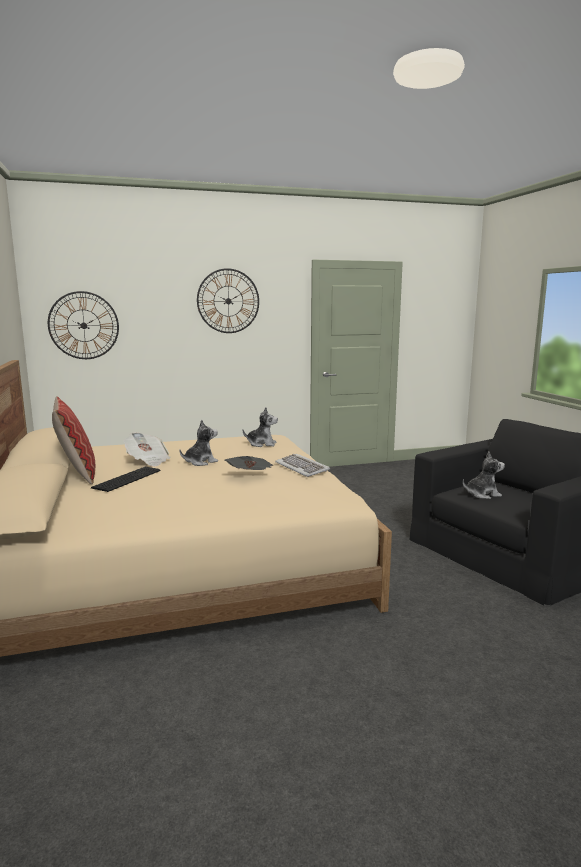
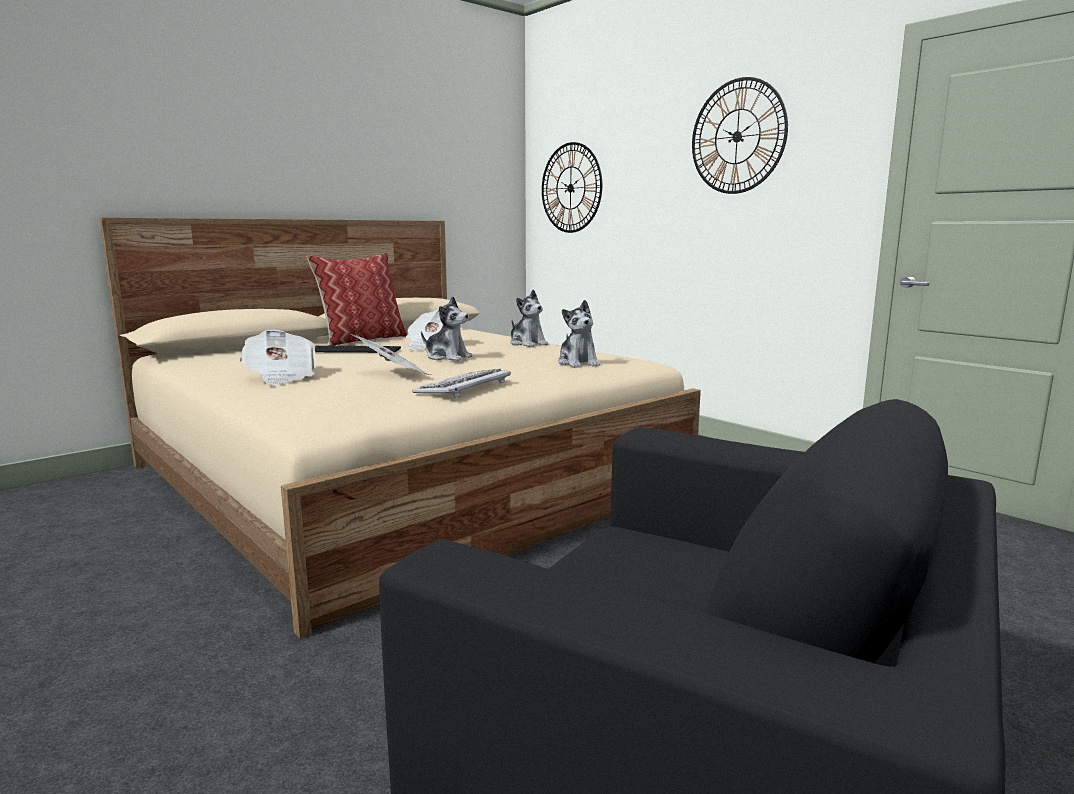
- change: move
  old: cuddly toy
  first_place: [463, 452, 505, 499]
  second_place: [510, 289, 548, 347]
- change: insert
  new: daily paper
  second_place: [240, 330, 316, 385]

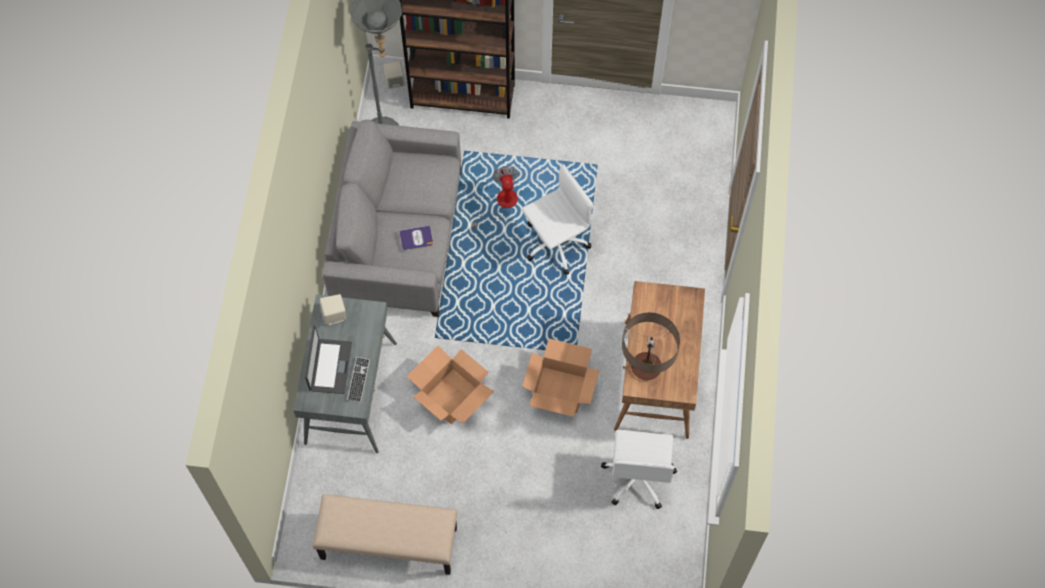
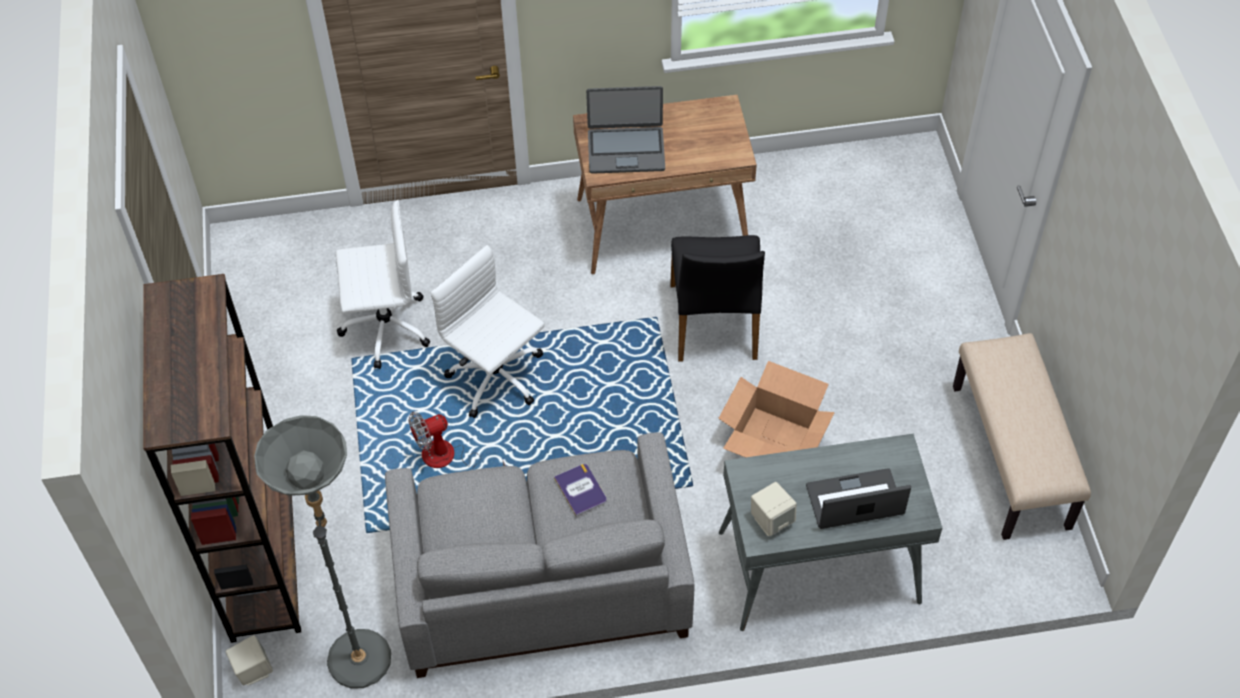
- change: delete
  old: table lamp
  first_place: [622, 312, 680, 380]
- change: replace
  old: cardboard box
  new: black-coloured plain chair
  first_place: [522, 339, 600, 417]
  second_place: [670, 235, 765, 362]
- change: delete
  old: PC keyboard
  first_place: [347, 357, 370, 403]
- change: move
  old: white computer chair
  first_place: [601, 430, 677, 509]
  second_place: [336, 200, 430, 369]
- change: insert
  new: portable computer
  second_place: [586, 86, 665, 174]

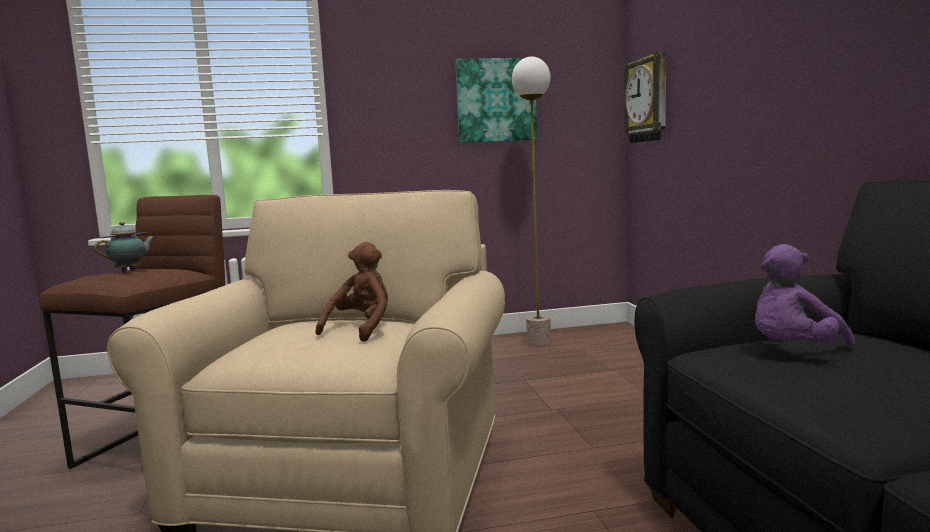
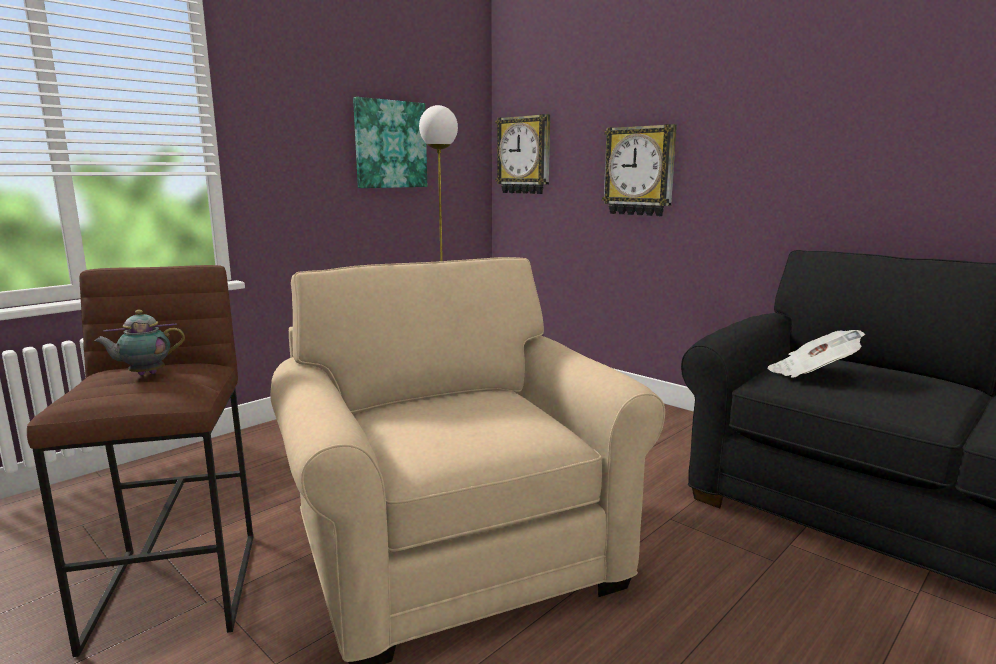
- change: rotate
  old: teapot
  first_place: [94, 222, 155, 272]
  second_place: [94, 310, 185, 375]
  degrees: -120
- change: delete
  old: brownish cuddly toy
  first_place: [316, 242, 388, 342]
- change: replace
  old: purplish cuddly toy
  new: daily paper
  first_place: [755, 244, 855, 347]
  second_place: [767, 330, 865, 378]
- change: insert
  new: wall clock
  second_place: [602, 124, 677, 216]

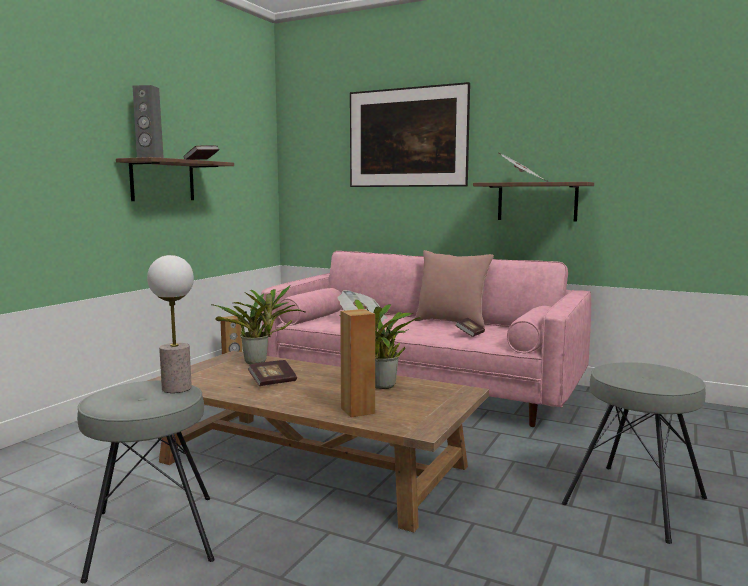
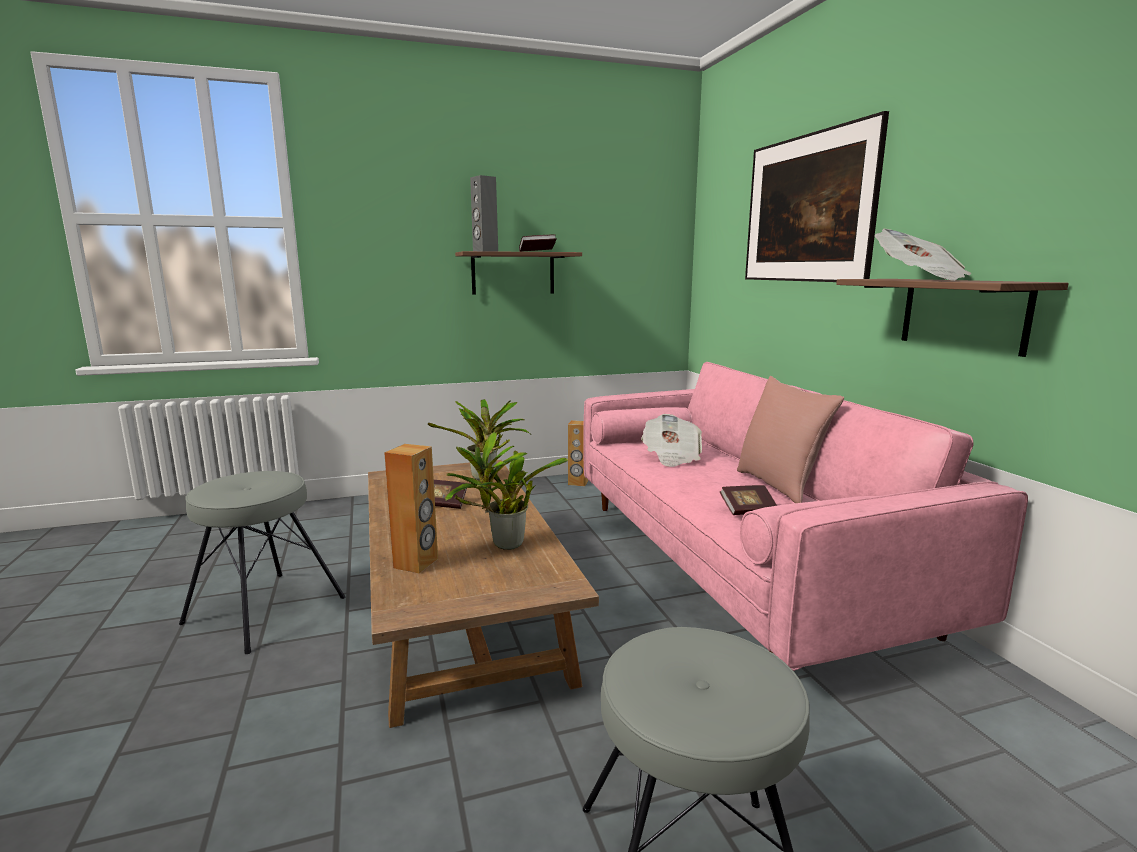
- change: delete
  old: table lamp
  first_place: [147, 255, 194, 393]

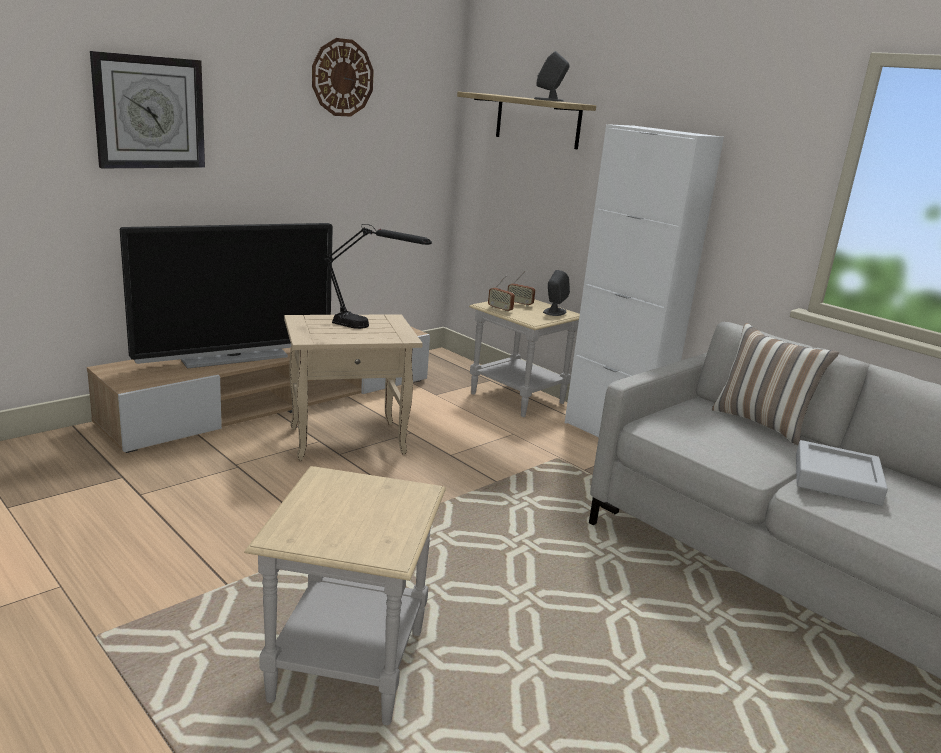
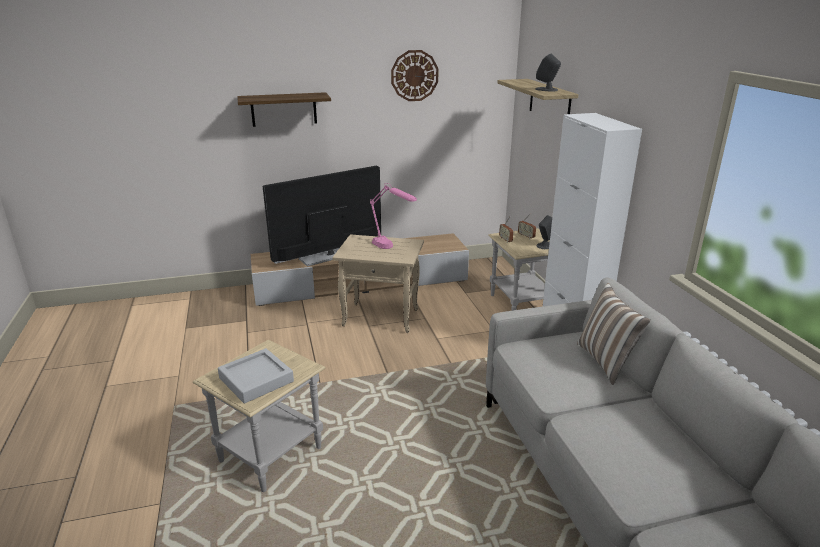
- change: replace
  old: wall clock
  new: shelf
  first_place: [90, 51, 205, 168]
  second_place: [238, 92, 331, 127]
- change: rotate
  old: television
  first_place: [120, 223, 333, 369]
  second_place: [263, 166, 381, 267]
  degrees: 150
- change: recolor
  old: black-coloured table lamp
  new: pink table lamp
  first_place: [324, 224, 432, 329]
  second_place: [370, 183, 417, 249]
- change: move
  old: gray tray
  first_place: [796, 440, 888, 506]
  second_place: [218, 348, 294, 404]

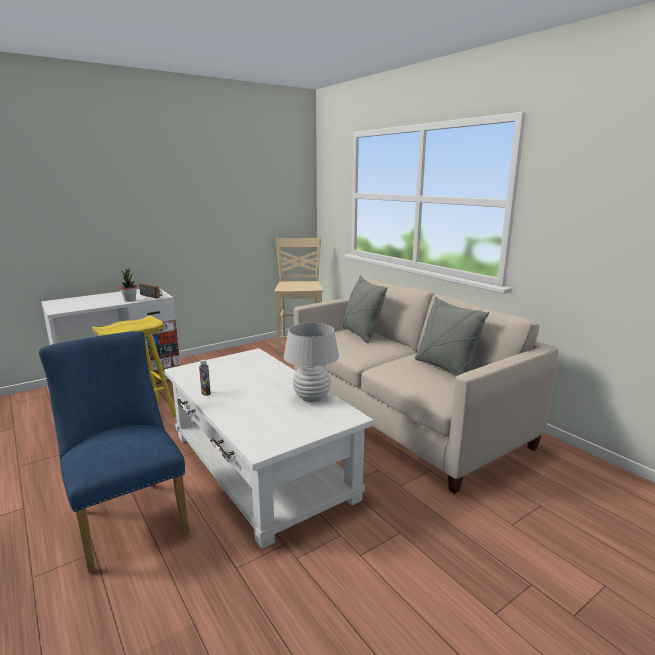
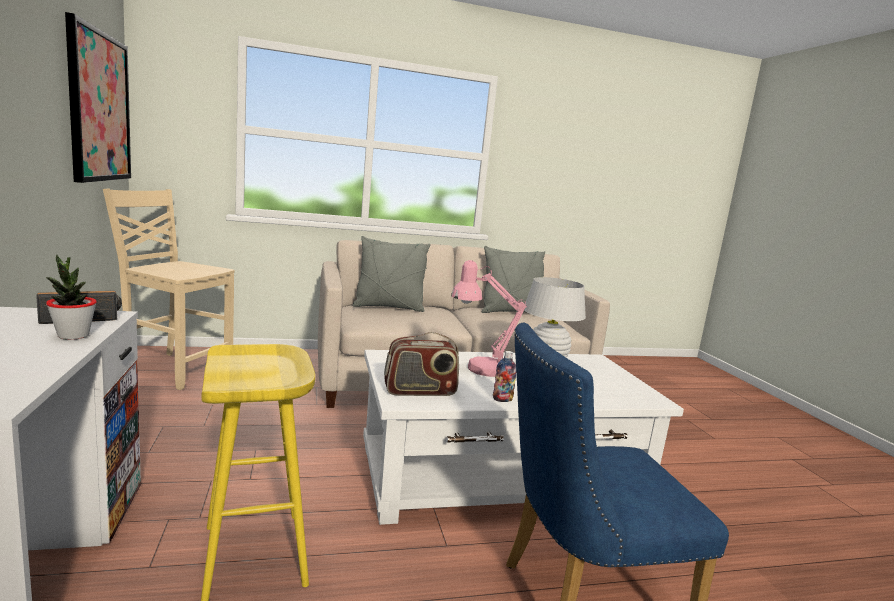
- change: insert
  new: wall art
  second_place: [65, 12, 131, 183]
- change: insert
  new: pink table lamp
  second_place: [451, 260, 527, 377]
- change: insert
  new: radio set
  second_place: [384, 332, 459, 396]

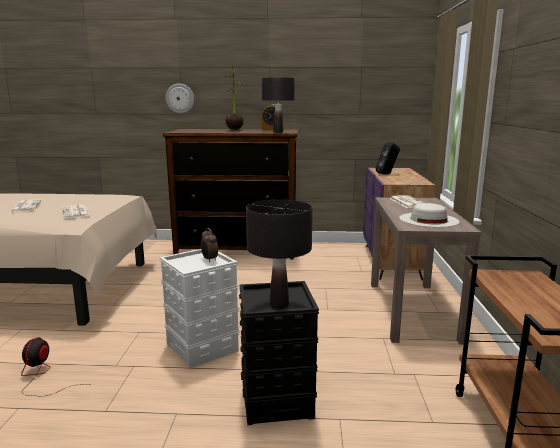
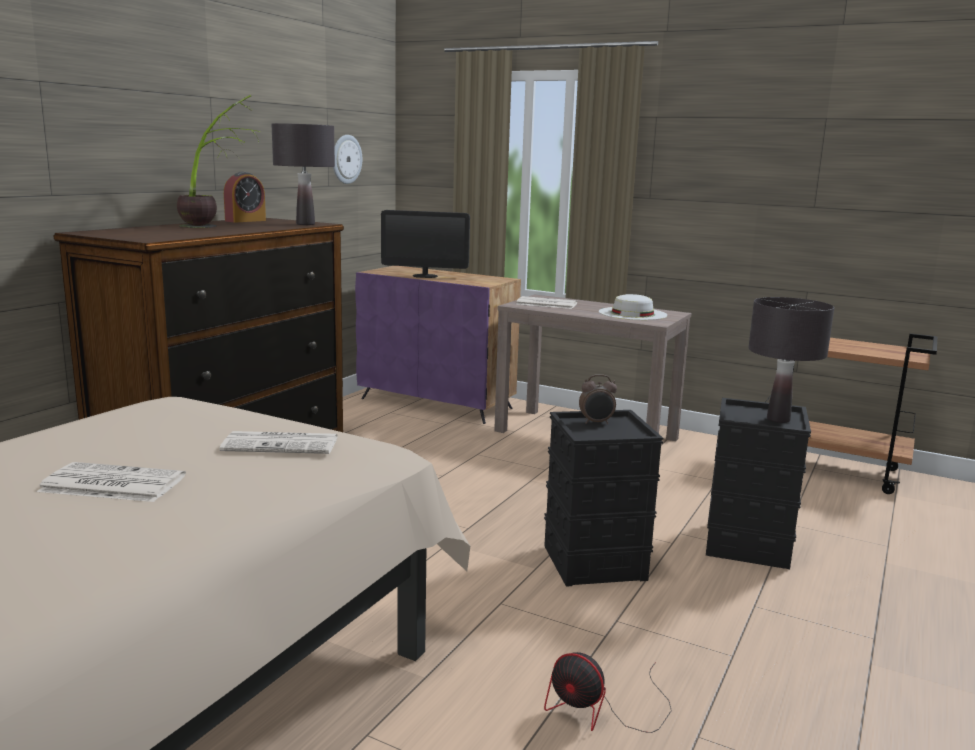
- change: move
  old: wall clock
  first_place: [166, 83, 194, 114]
  second_place: [333, 135, 362, 184]
- change: replace
  old: black-coloured speaker
  new: monitor
  first_place: [376, 142, 400, 175]
  second_place: [381, 210, 470, 278]
- change: recolor
  old: white storage container
  new: black-coloured storage container
  first_place: [160, 249, 239, 368]
  second_place: [544, 410, 663, 587]

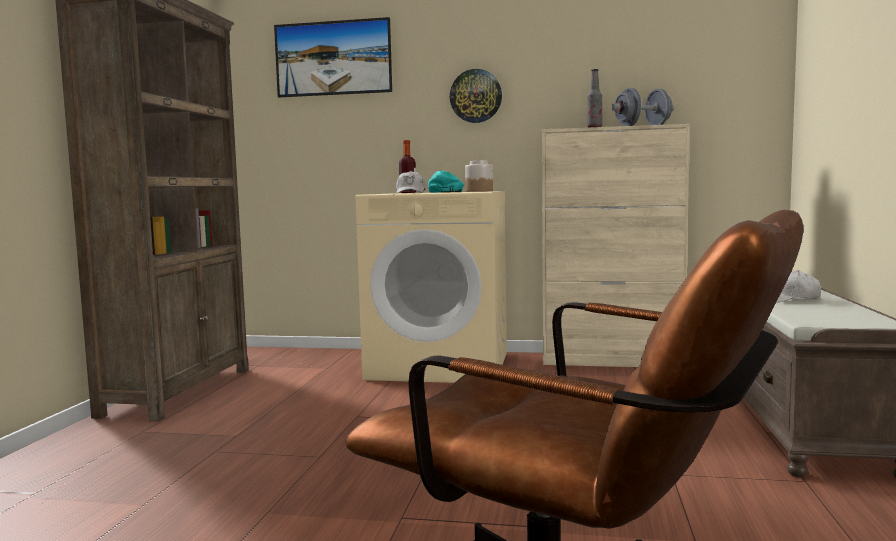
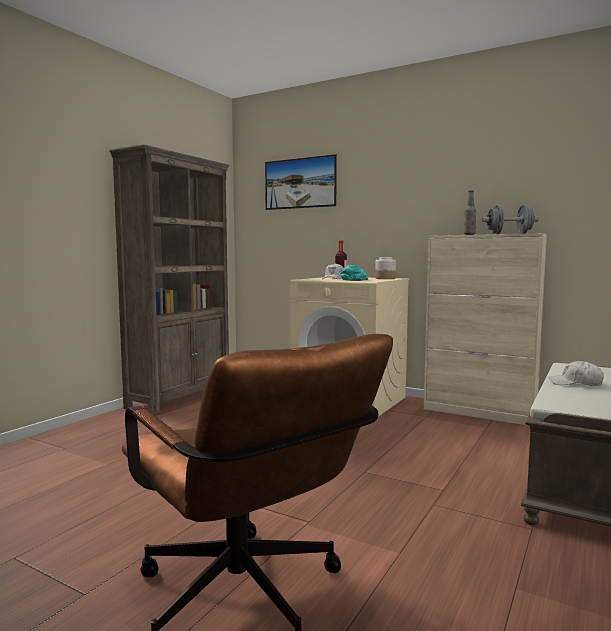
- change: delete
  old: wall clock
  first_place: [450, 69, 502, 123]

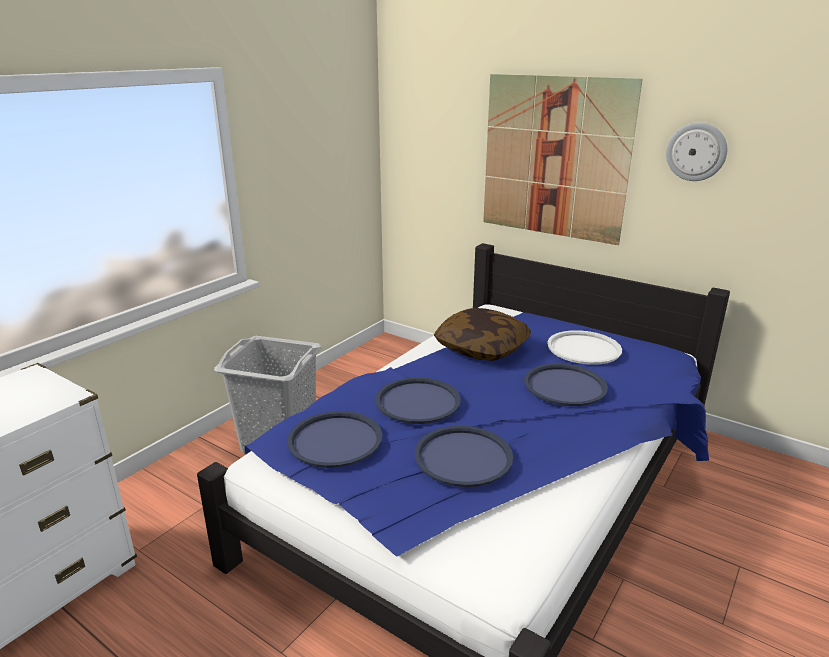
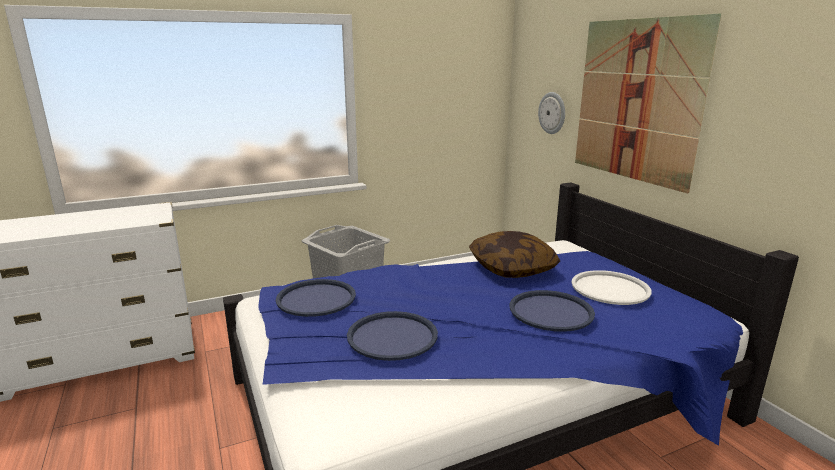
- change: move
  old: wall clock
  first_place: [666, 122, 727, 181]
  second_place: [538, 92, 565, 134]
- change: delete
  old: blue-coloured tray
  first_place: [376, 377, 461, 424]

